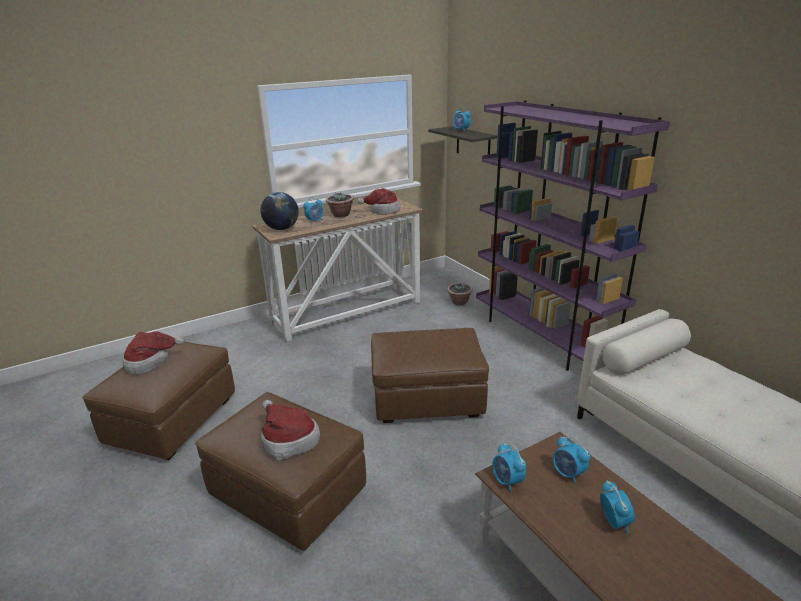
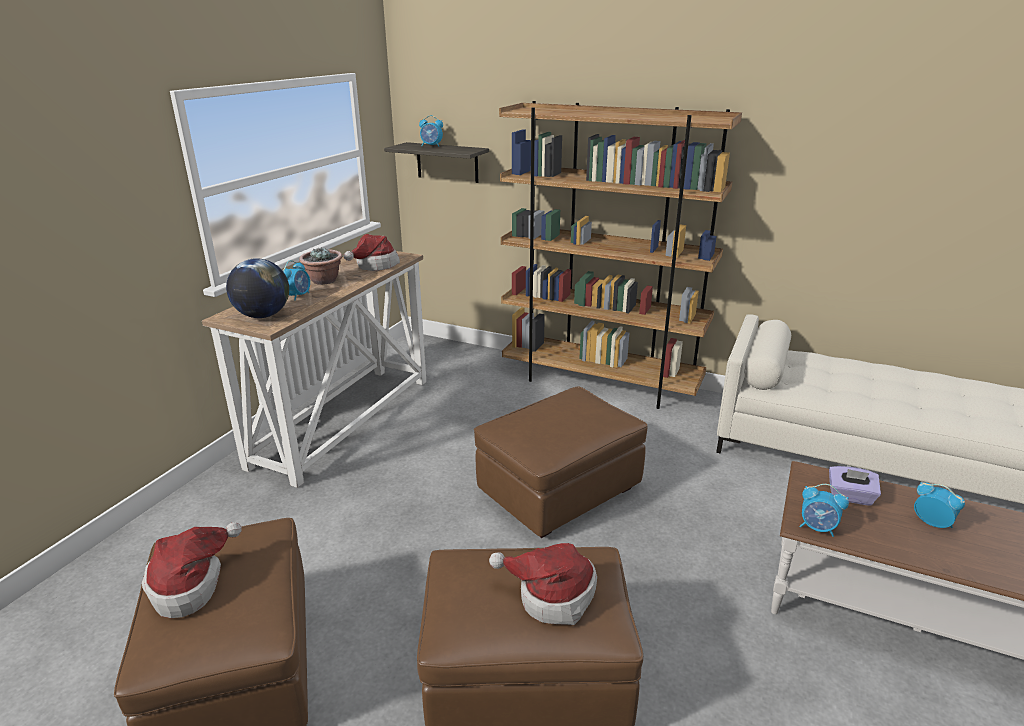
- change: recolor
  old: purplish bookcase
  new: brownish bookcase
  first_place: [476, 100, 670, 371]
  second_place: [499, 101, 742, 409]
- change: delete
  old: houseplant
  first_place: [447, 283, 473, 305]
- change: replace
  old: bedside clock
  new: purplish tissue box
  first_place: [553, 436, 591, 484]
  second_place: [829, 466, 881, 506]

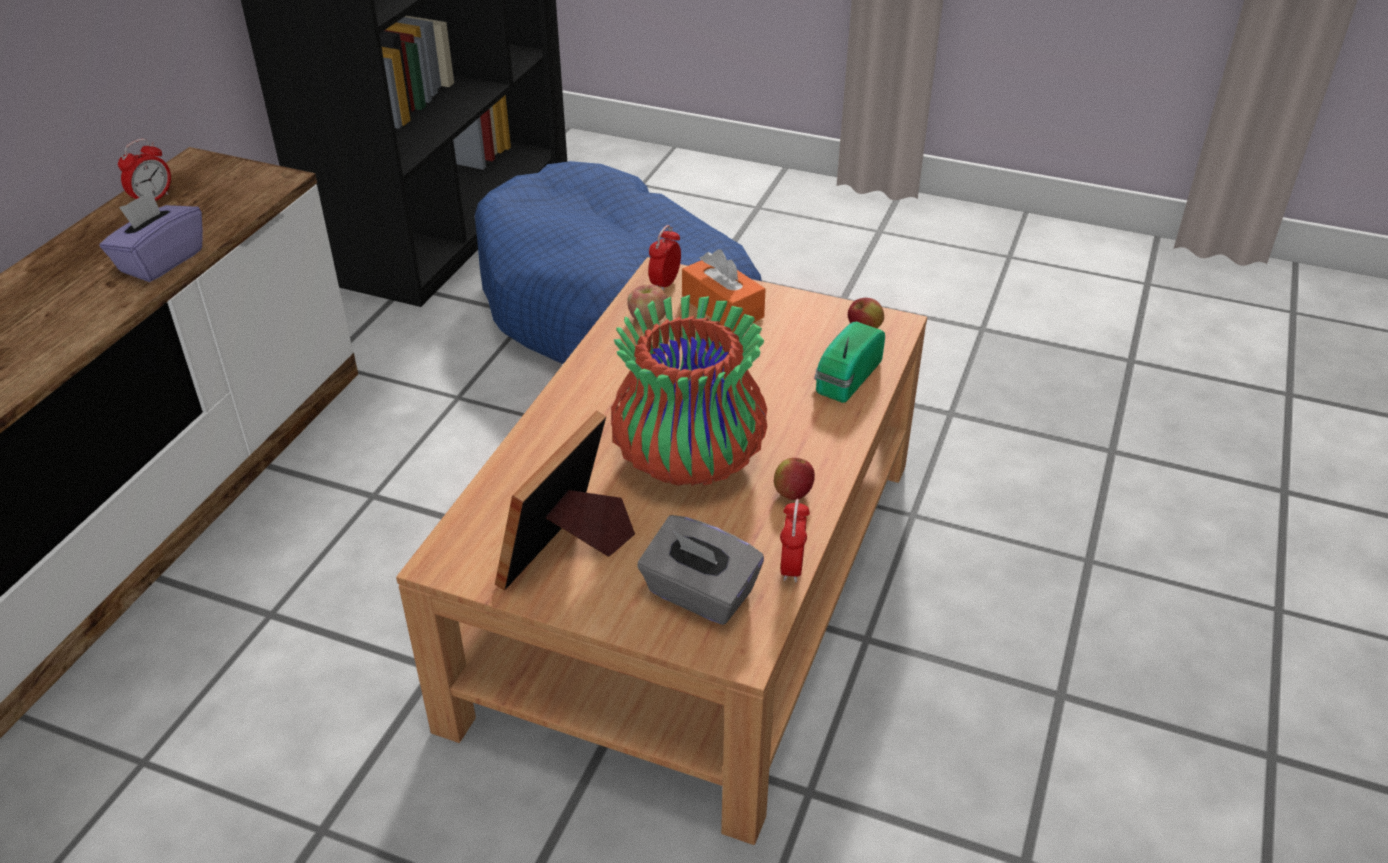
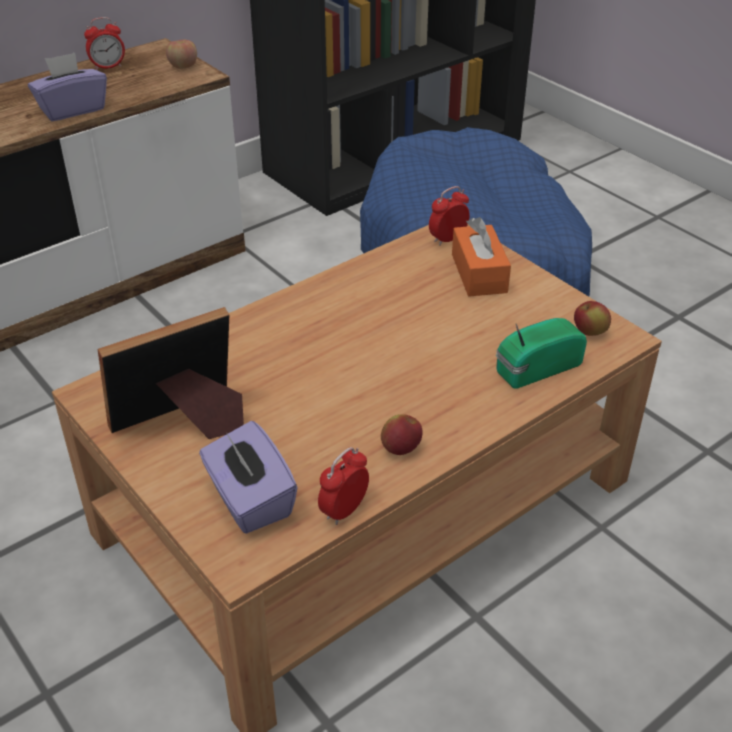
- change: move
  old: apple
  first_place: [627, 285, 667, 324]
  second_place: [166, 39, 197, 69]
- change: delete
  old: flower vase
  first_place: [611, 295, 767, 487]
- change: recolor
  old: gray tissue box
  new: purplish tissue box
  first_place: [637, 515, 764, 625]
  second_place: [199, 421, 298, 534]

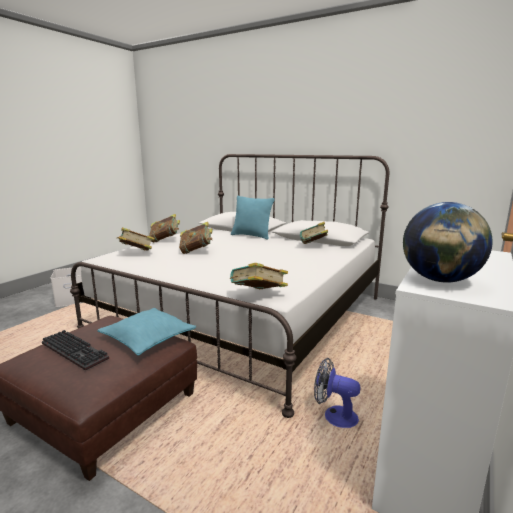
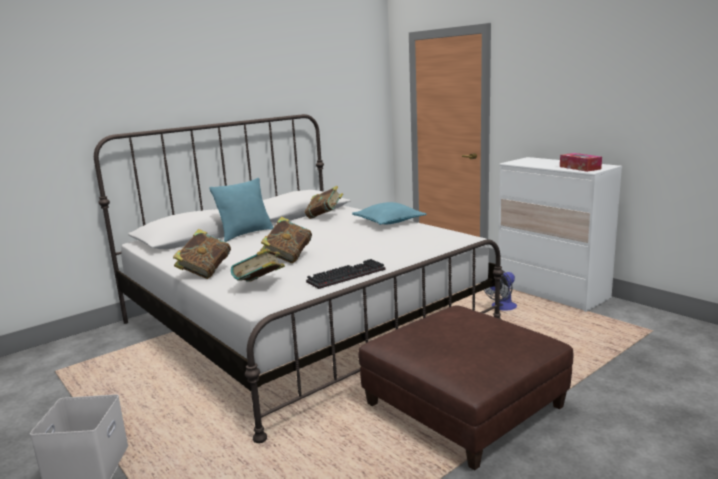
- change: replace
  old: world globe
  new: tissue box
  first_place: [403, 202, 492, 283]
  second_place: [560, 153, 602, 172]
- change: delete
  old: book
  first_place: [230, 263, 288, 289]
- change: move
  old: blue-green pillow
  first_place: [98, 308, 196, 356]
  second_place: [352, 202, 427, 225]
- change: move
  old: PC keyboard
  first_place: [42, 330, 109, 370]
  second_place: [306, 259, 386, 289]

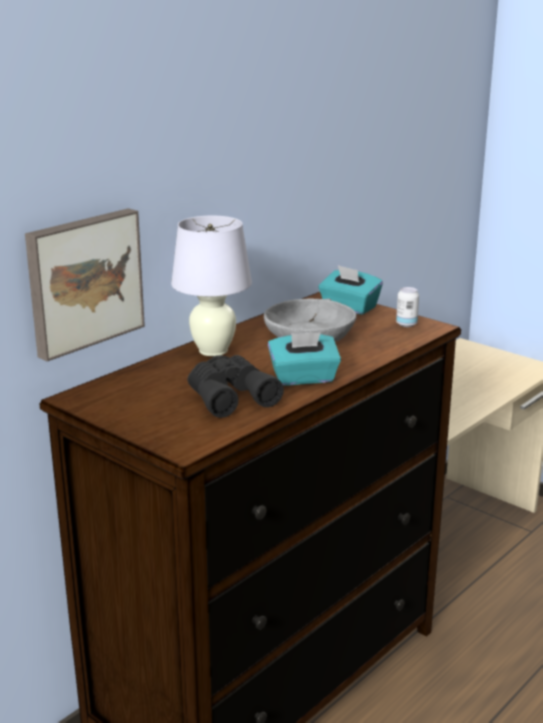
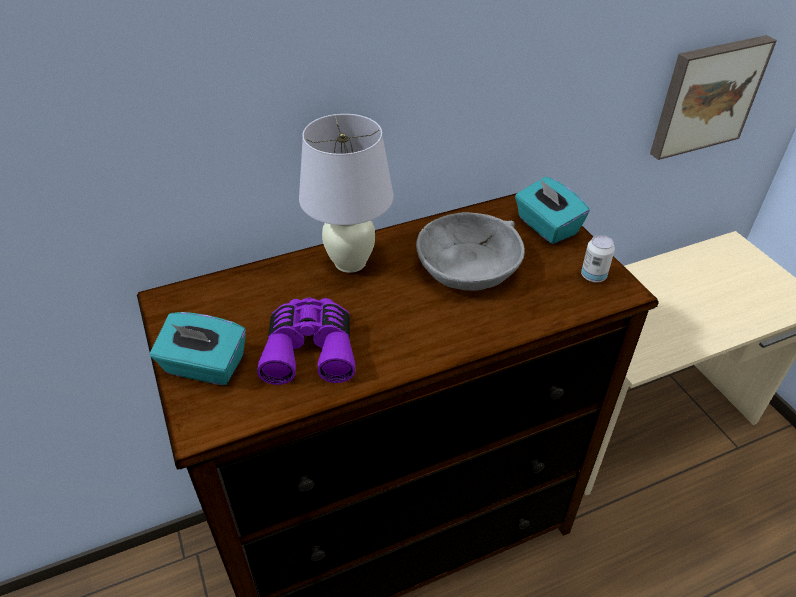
- change: move
  old: wall art
  first_place: [25, 208, 145, 361]
  second_place: [650, 35, 777, 160]
- change: move
  old: blue-green tissue box
  first_place: [268, 332, 341, 385]
  second_place: [150, 312, 246, 385]
- change: recolor
  old: black-coloured field glasses
  new: purplish field glasses
  first_place: [188, 355, 284, 418]
  second_place: [257, 297, 355, 385]

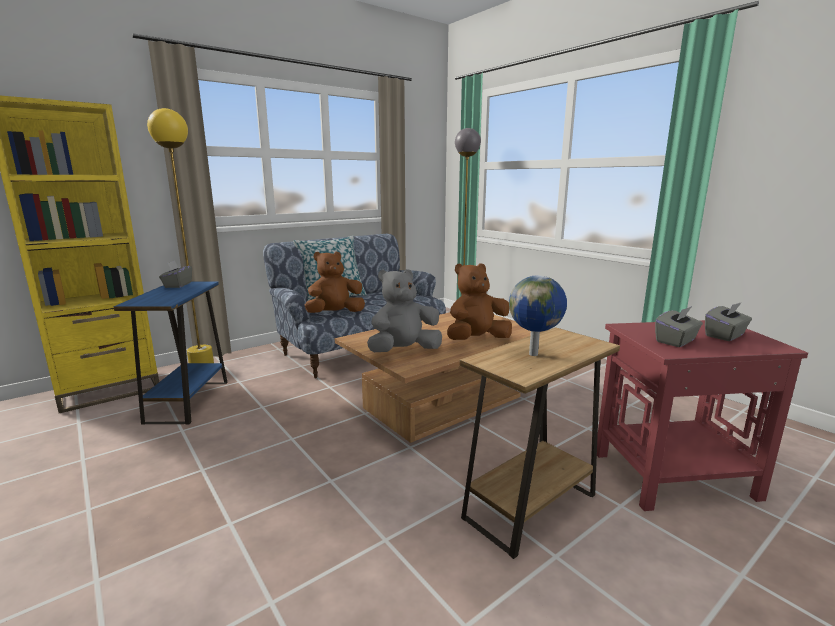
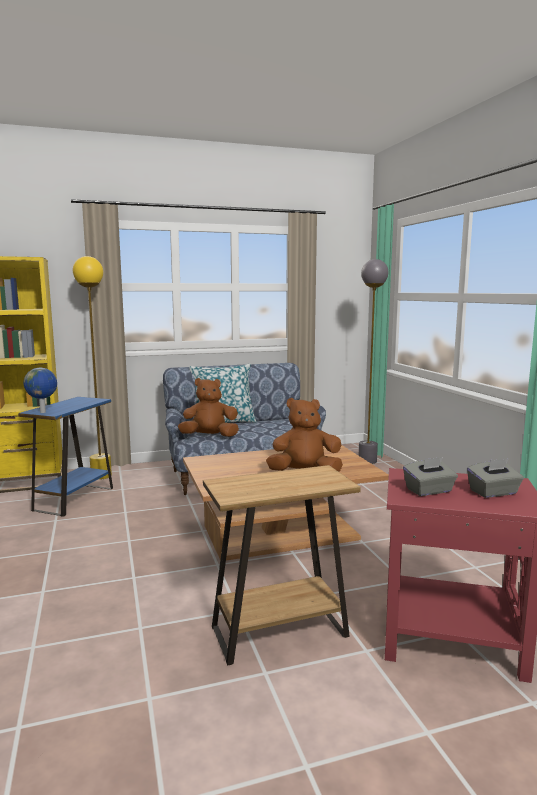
- change: delete
  old: gray tissue box
  first_place: [159, 260, 192, 288]
- change: delete
  old: gray cuddly toy
  first_place: [367, 269, 442, 352]
- change: move
  old: world globe
  first_place: [509, 275, 567, 356]
  second_place: [24, 368, 57, 413]

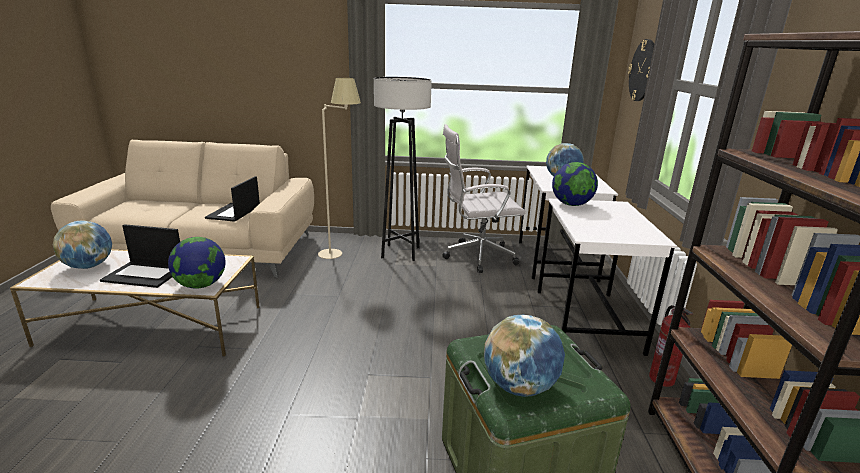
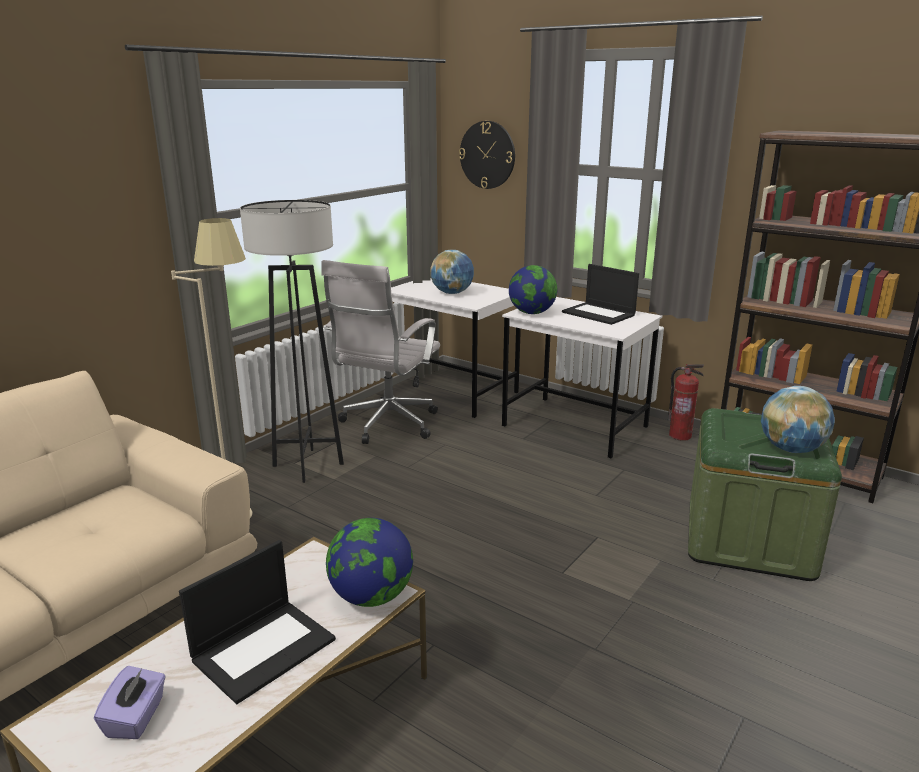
- change: move
  old: portable computer
  first_place: [205, 176, 260, 222]
  second_place: [562, 264, 639, 325]
- change: replace
  old: world globe
  new: purplish tissue box
  first_place: [53, 220, 112, 269]
  second_place: [94, 665, 166, 739]

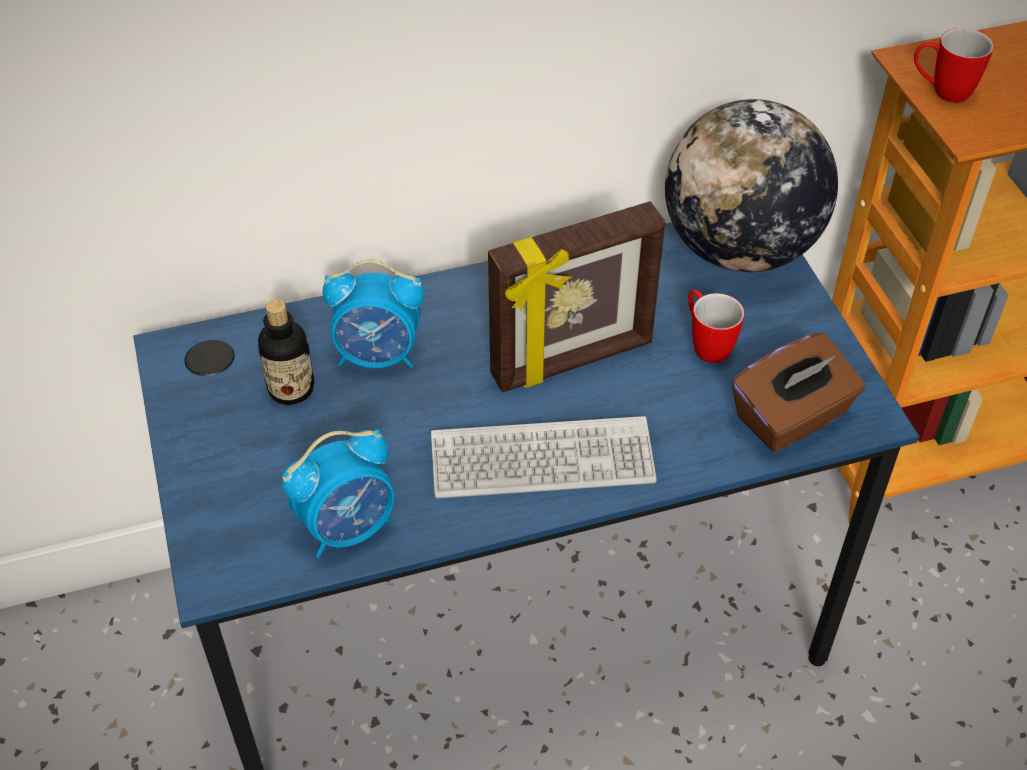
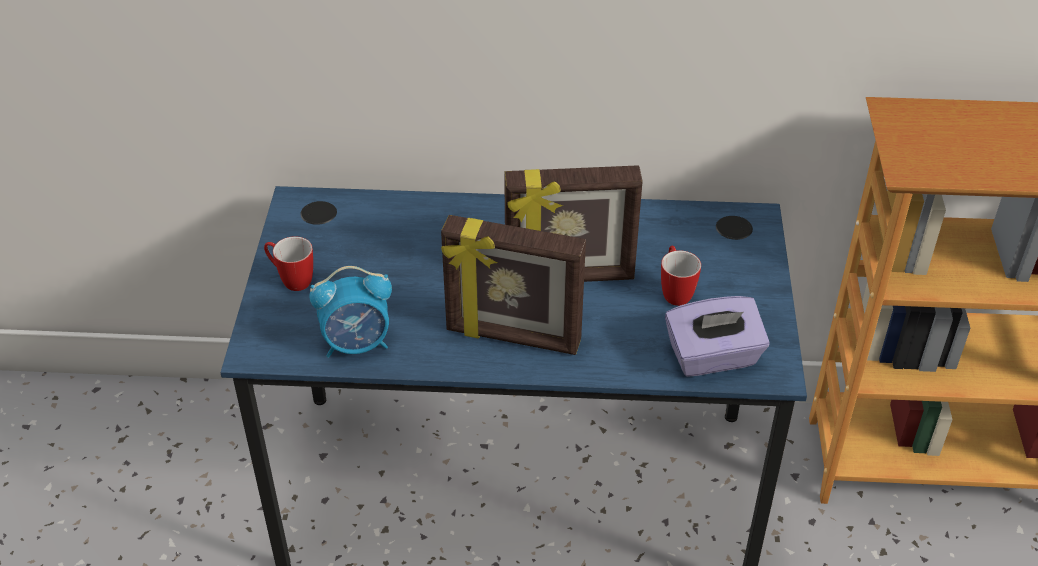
- change: move
  old: mug
  first_place: [914, 28, 994, 103]
  second_place: [264, 236, 313, 291]
- change: delete
  old: world globe
  first_place: [665, 99, 838, 272]
- change: delete
  old: bedside clock
  first_place: [322, 260, 425, 368]
- change: delete
  old: bottle
  first_place: [258, 299, 315, 405]
- change: recolor
  old: brownish tissue box
  new: purplish tissue box
  first_place: [732, 333, 865, 452]
  second_place: [665, 296, 770, 377]
- change: replace
  old: PC keyboard
  new: standing frame
  first_place: [431, 416, 657, 498]
  second_place: [441, 215, 586, 355]

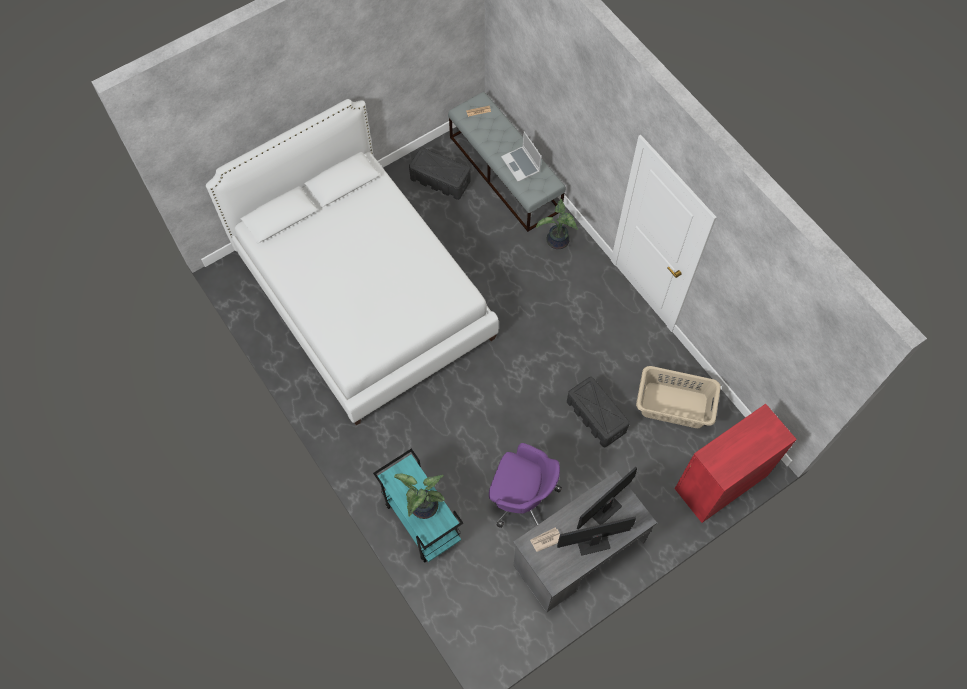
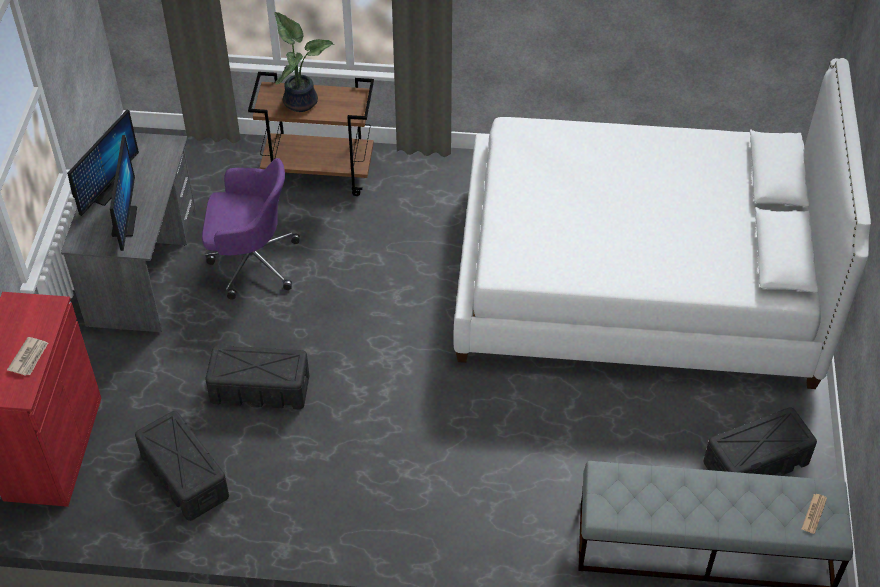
- change: delete
  old: portable computer
  first_place: [501, 131, 541, 182]
- change: delete
  old: houseplant
  first_place: [536, 199, 578, 249]
- change: replace
  old: sand-coloured washing basket
  new: black-coloured storage container
  first_place: [636, 366, 721, 428]
  second_place: [135, 411, 229, 521]
- change: rotate
  old: purplish computer chair
  first_place: [489, 443, 562, 528]
  second_place: [202, 158, 300, 300]
  degrees: -150
- change: recolor
  old: blue-green wheeled cart
  new: brownish wheeled cart
  first_place: [373, 448, 463, 563]
  second_place: [248, 72, 374, 196]
- change: move
  old: daily paper
  first_place: [530, 528, 560, 552]
  second_place: [7, 337, 48, 376]

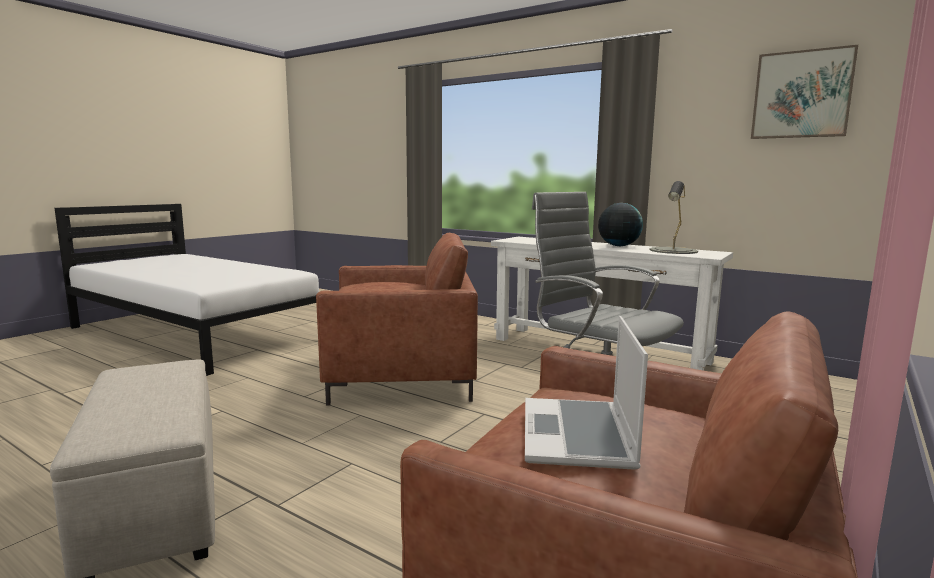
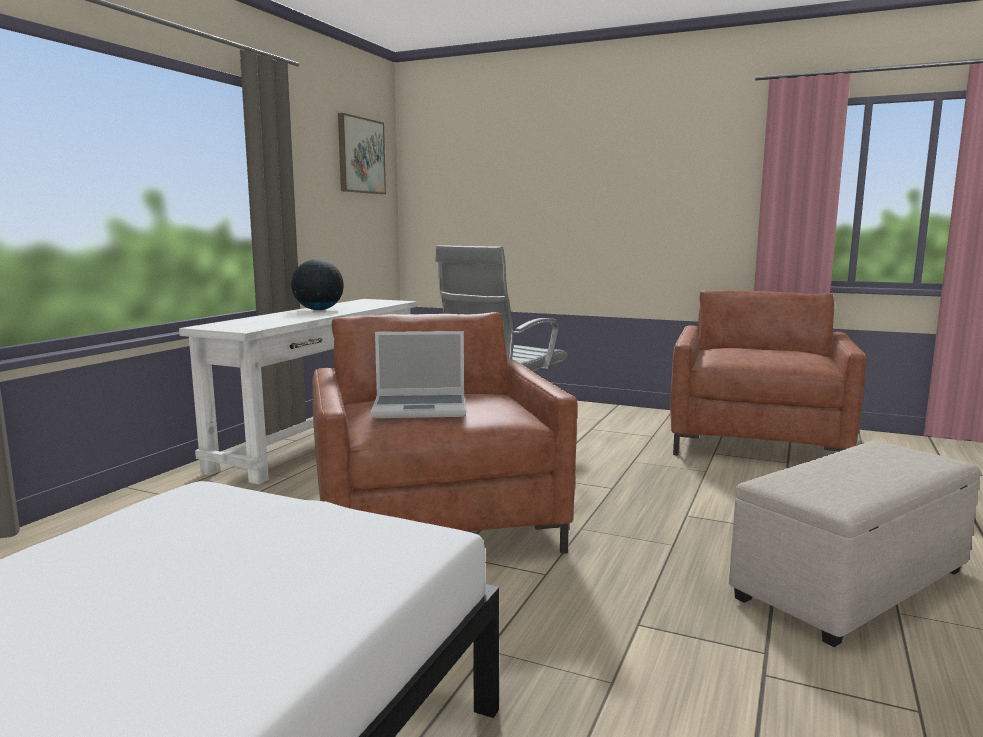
- change: delete
  old: gray table lamp
  first_place: [649, 181, 698, 254]
- change: move
  old: portable computer
  first_place: [525, 316, 648, 470]
  second_place: [371, 331, 466, 418]

